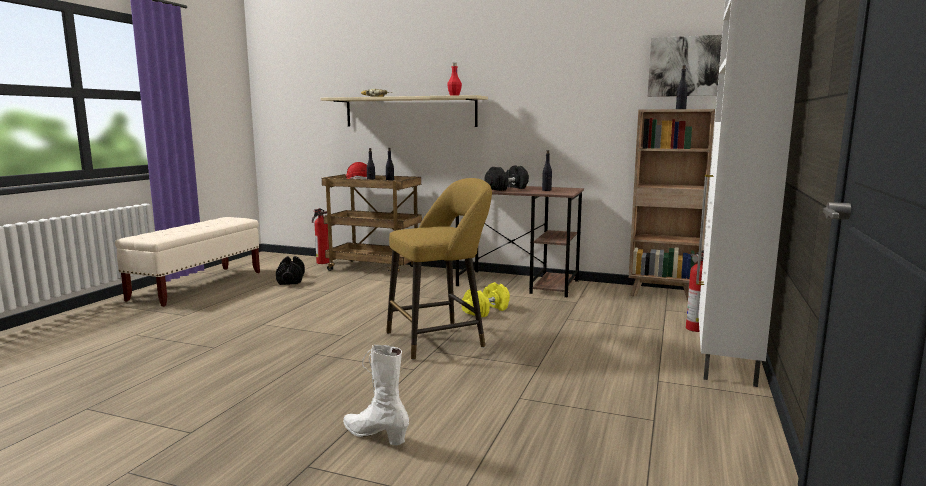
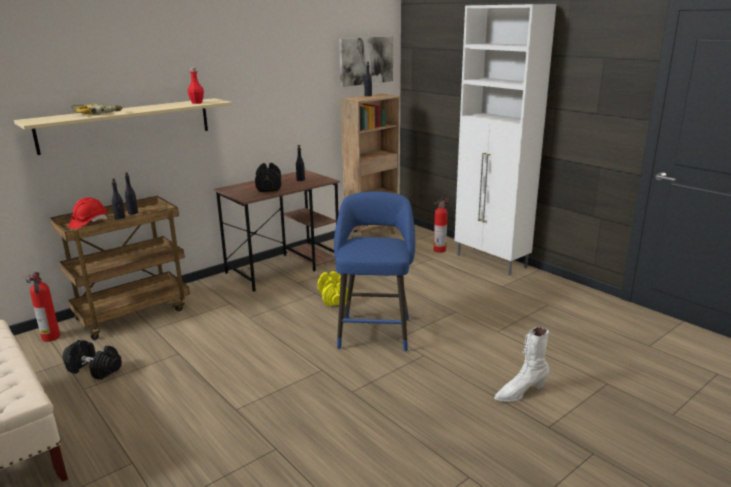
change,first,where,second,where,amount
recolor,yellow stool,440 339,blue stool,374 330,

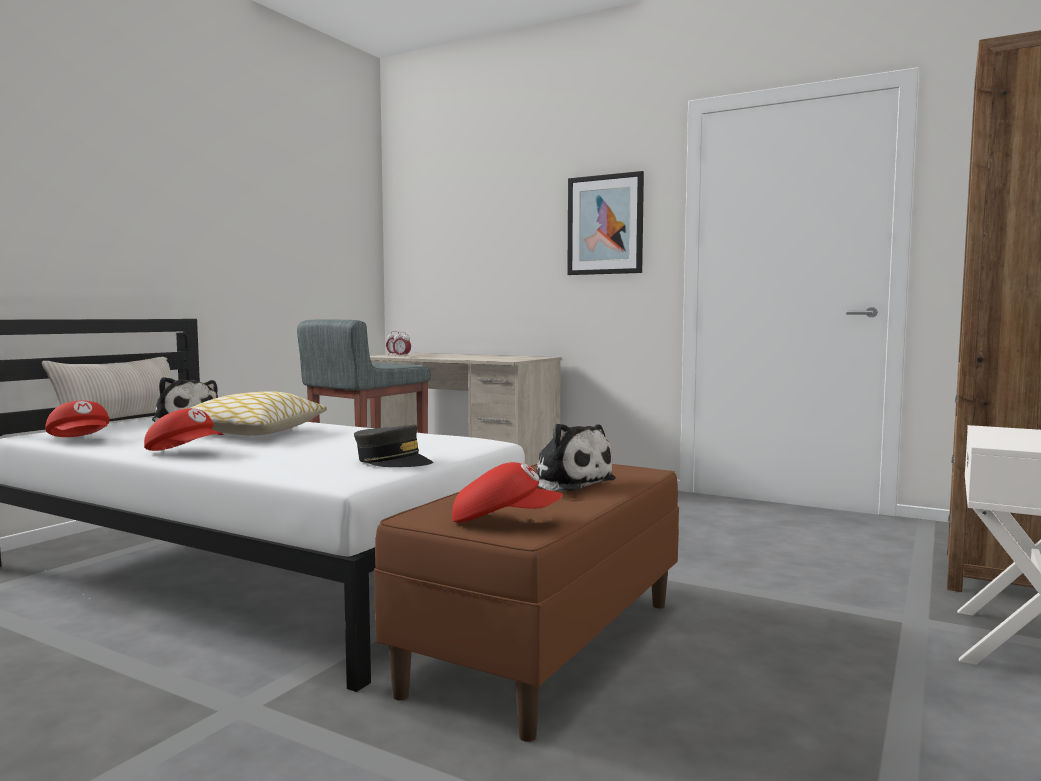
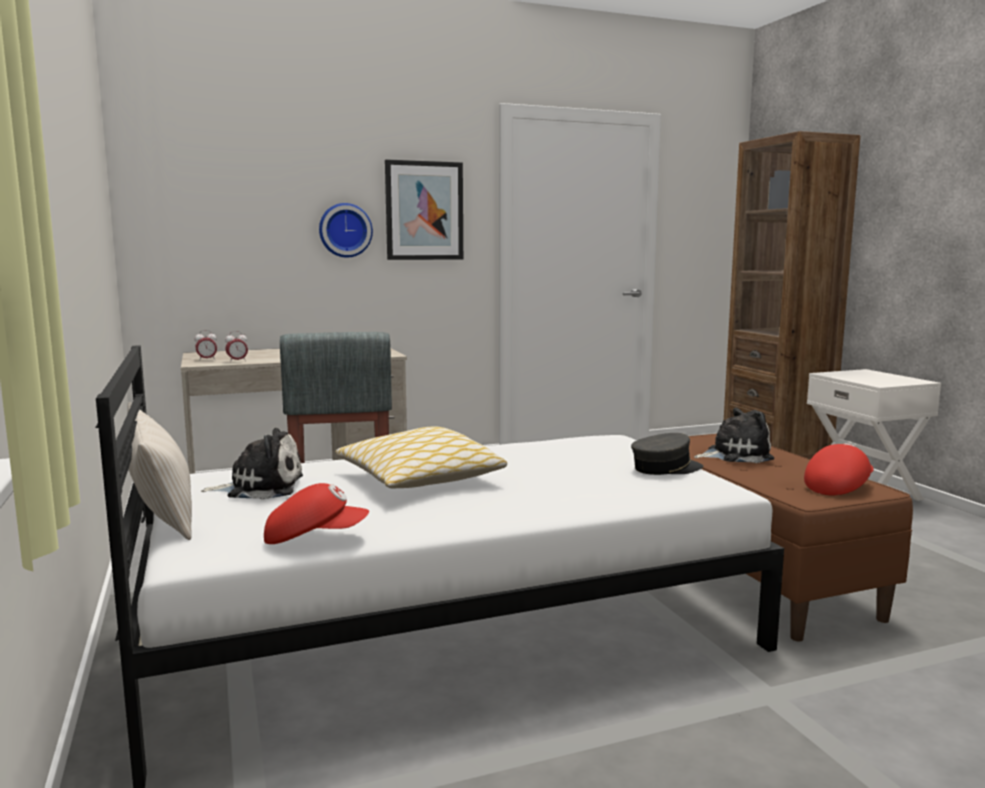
change,first,where,second,where,amount
insert,,,wall clock,345 230,
delete,red cap,185 452,,,

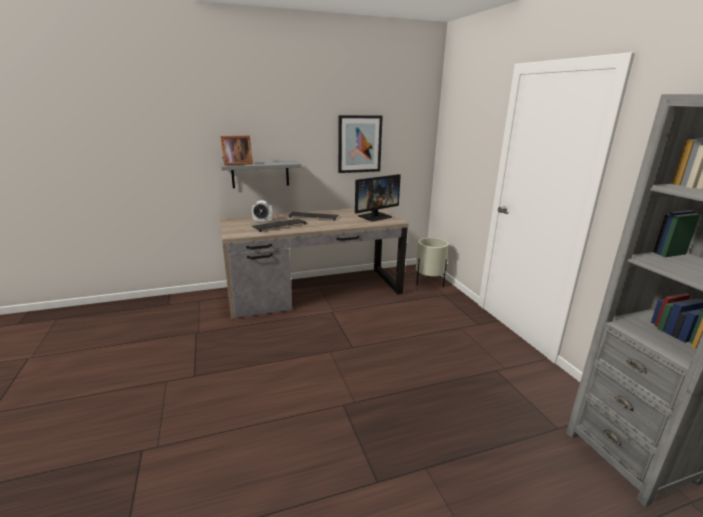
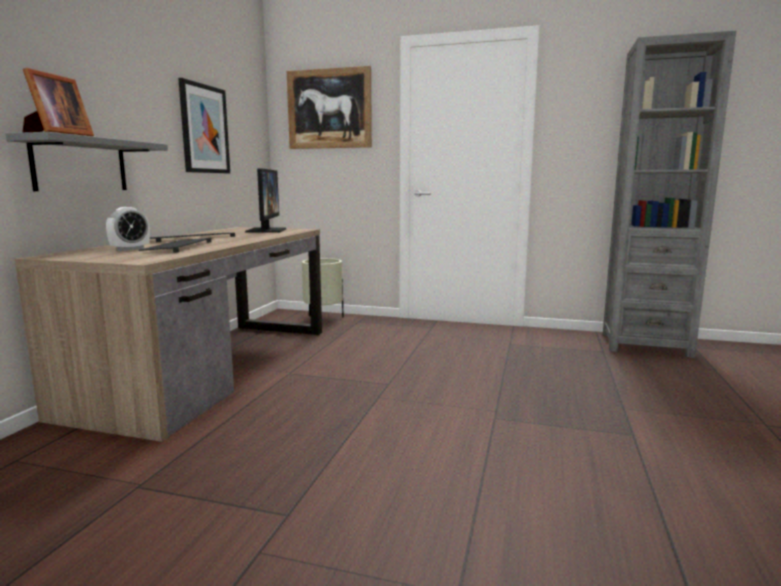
change,first,where,second,where,amount
insert,,,picture,329 109,

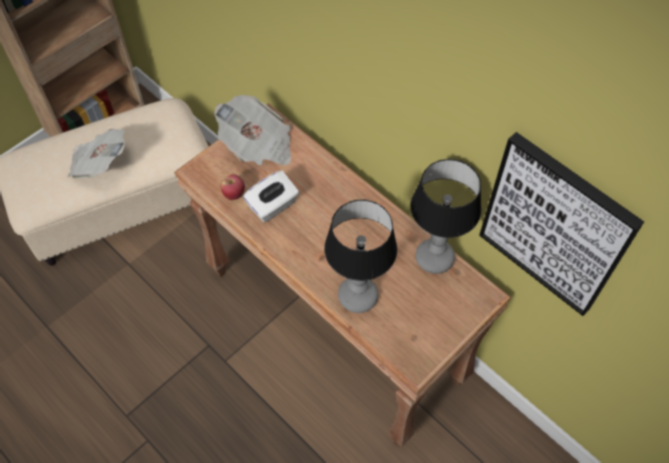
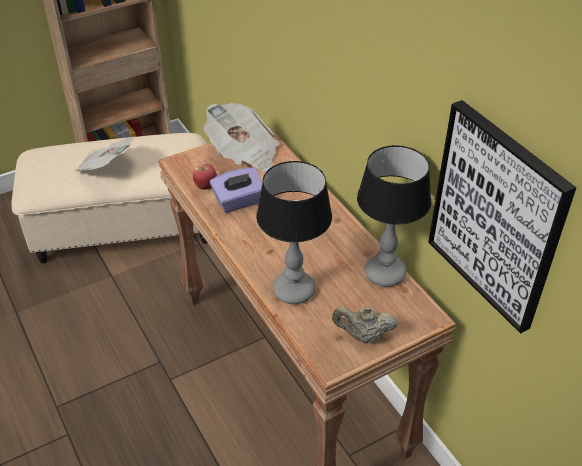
change,first,where,second,where,amount
recolor,white tissue box,273 206,purple tissue box,238 201,
insert,,,beige teapot,363 336,

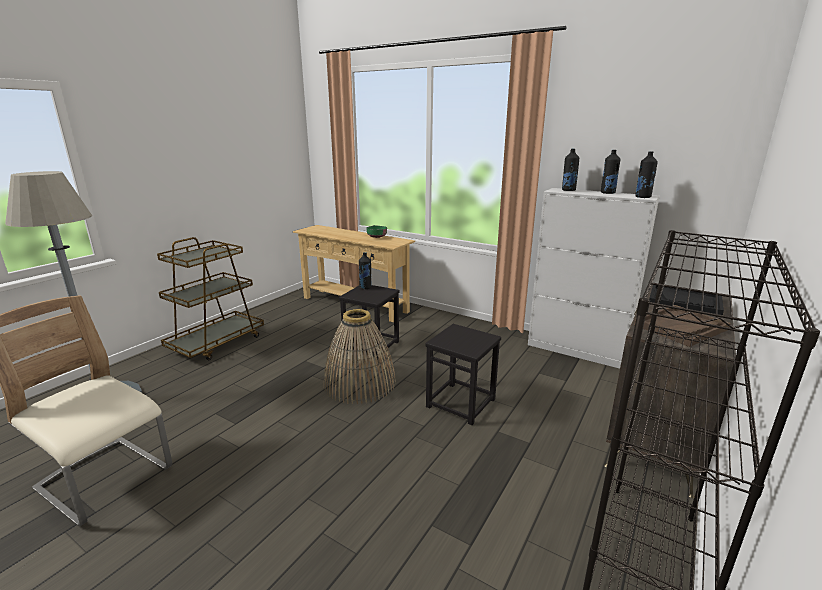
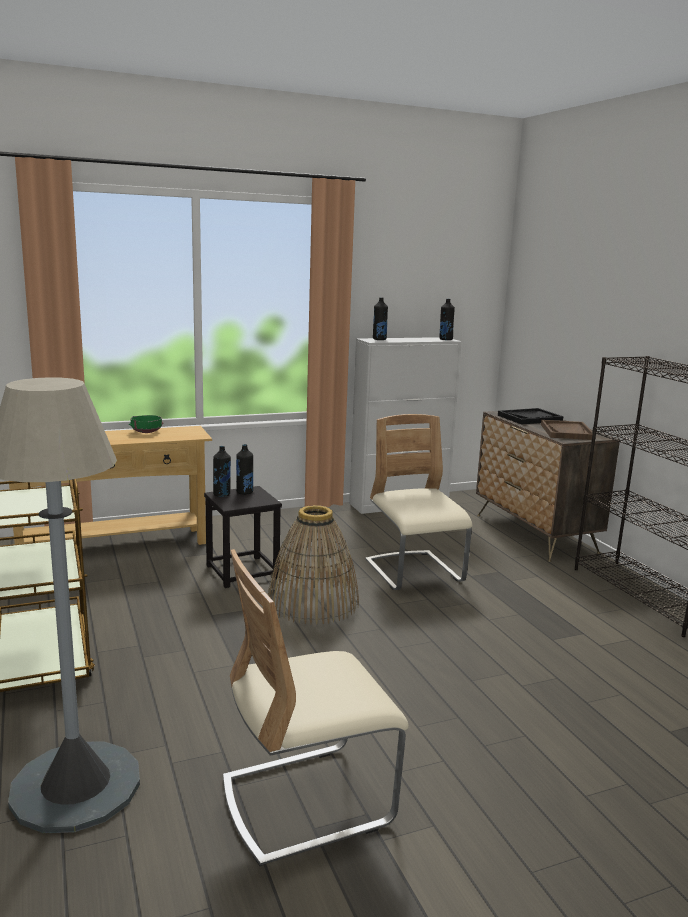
change,first,where,second,where,amount
move,black bottle,607 193,,244 492,
replace,black stool,461 403,beige chair,414 573,

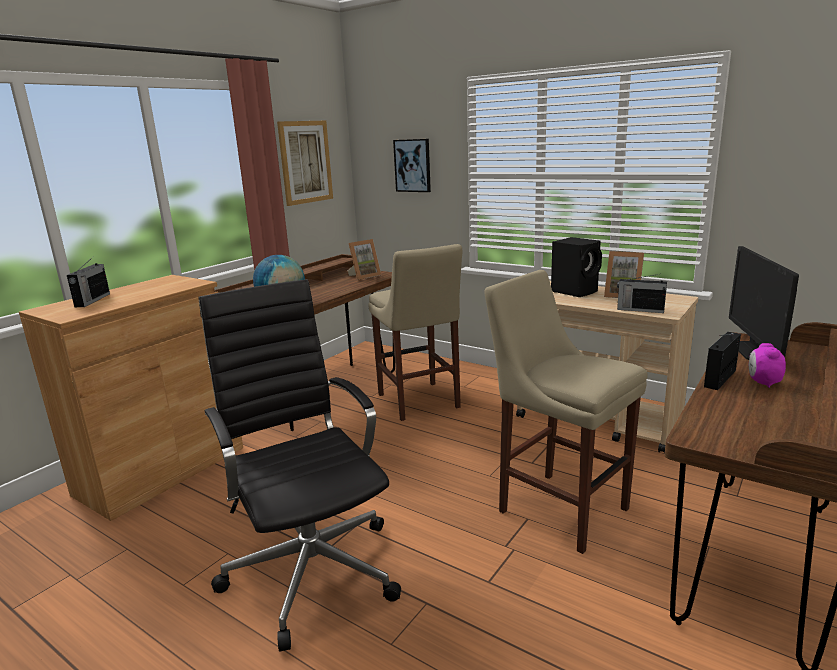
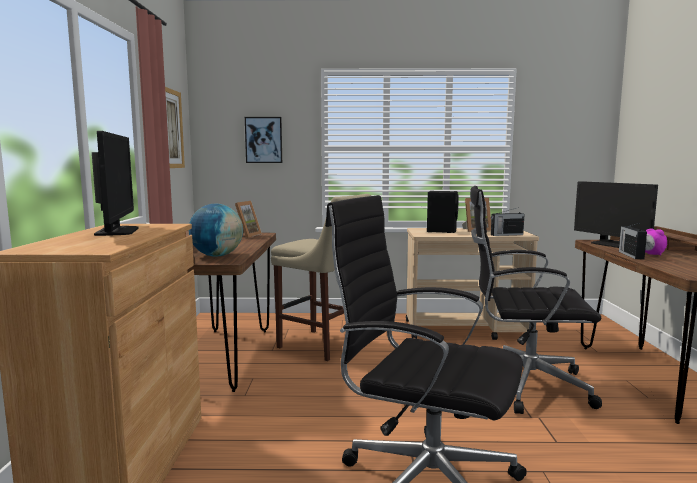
change,first,where,second,where,amount
insert,,,monitor,117 231,
replace,beige stool,558 507,black office chair,523 384,
delete,radio,92 300,,,

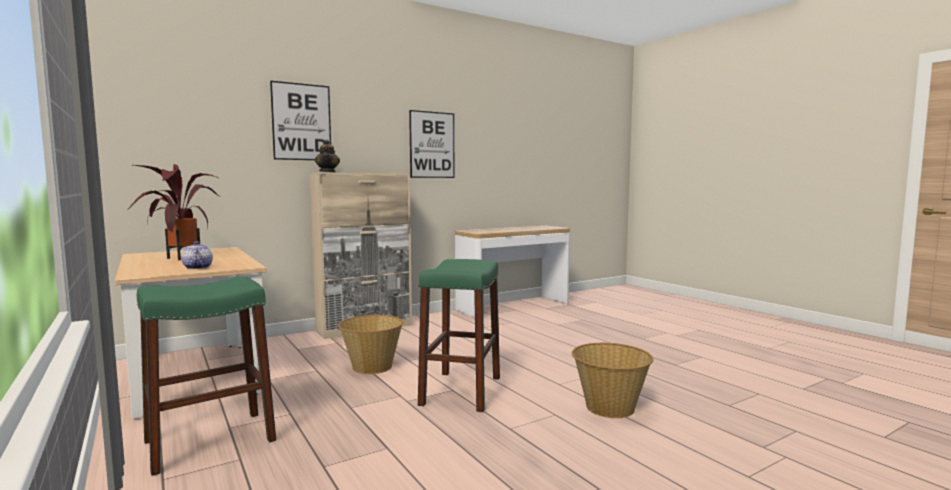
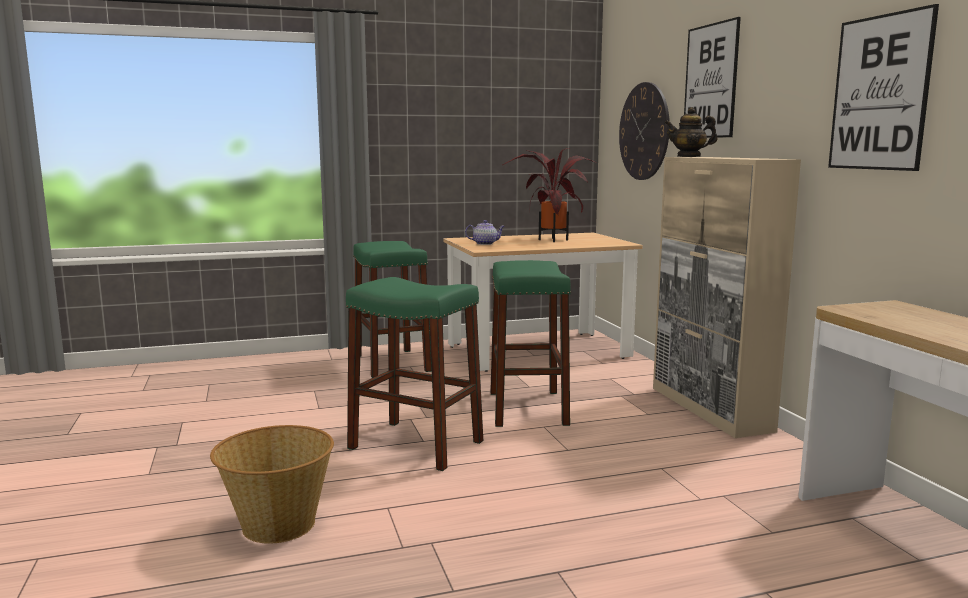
change,first,where,second,where,amount
replace,basket,372 367,green stool,527 408,
insert,,,wall clock,644 131,

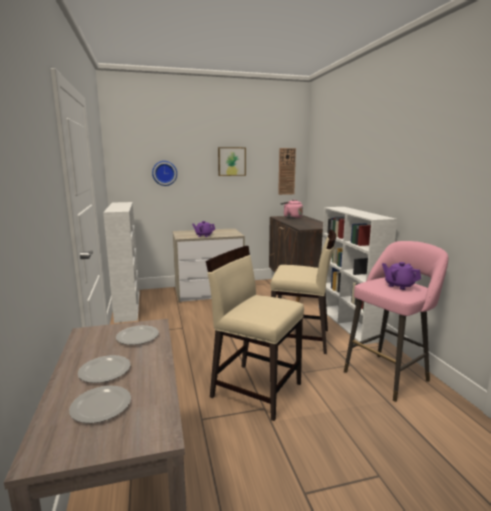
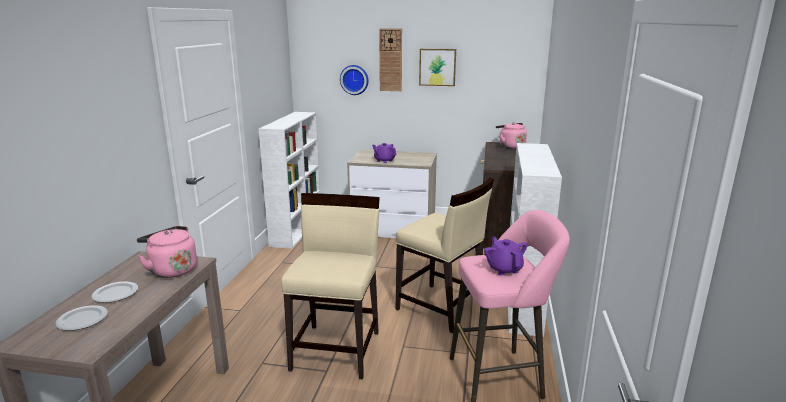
change,first,where,second,where,amount
replace,plate,137 336,pink kettle,171 270,
rotate,beige chair,256 389,,337 350,45 degrees clockwise
move,wall clock,286 171,,390 60,

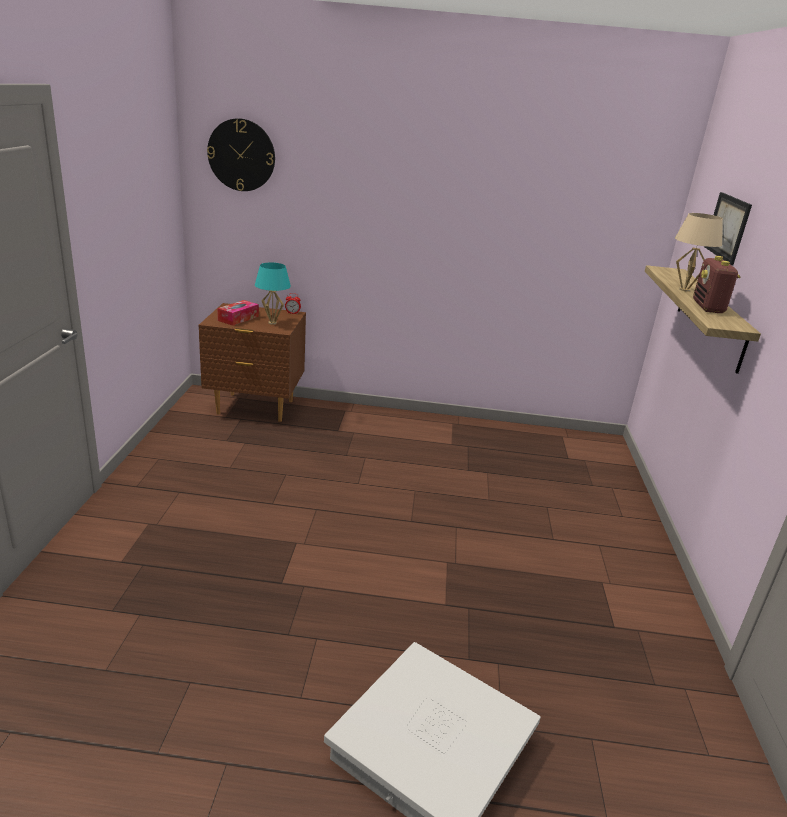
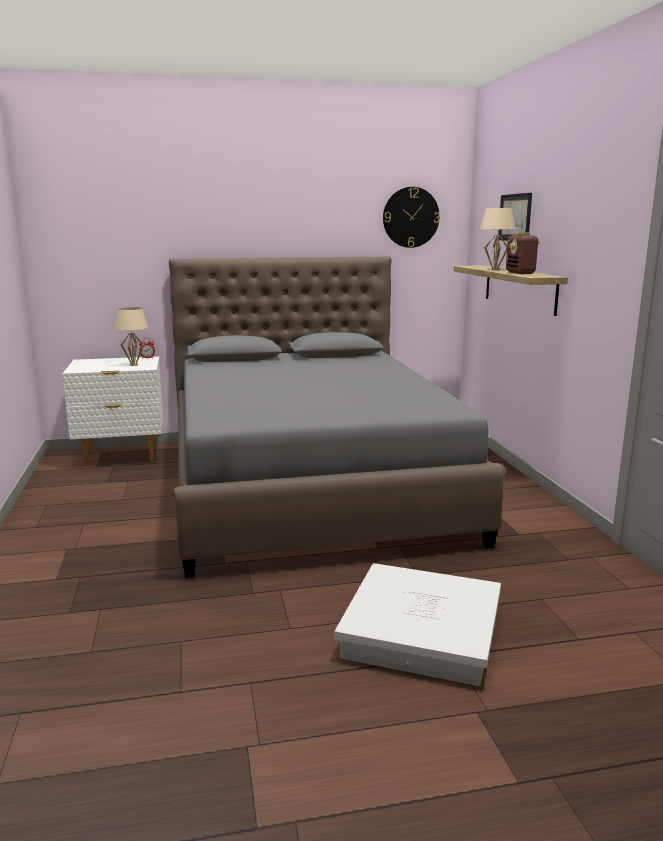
change,first,where,second,where,amount
recolor,brown nightstand,255 408,white nightstand,122 456,
recolor,turquoise table lamp,272 323,beige table lamp,133 365,
insert,,,grey bed,310 485,
move,wall clock,241 155,,411 217,
delete,tissue box,238 318,,,

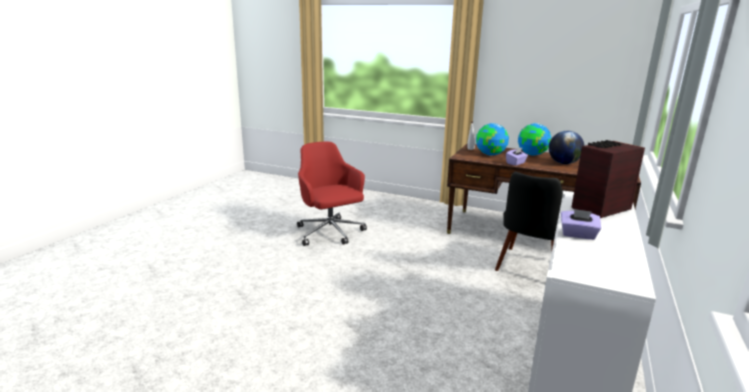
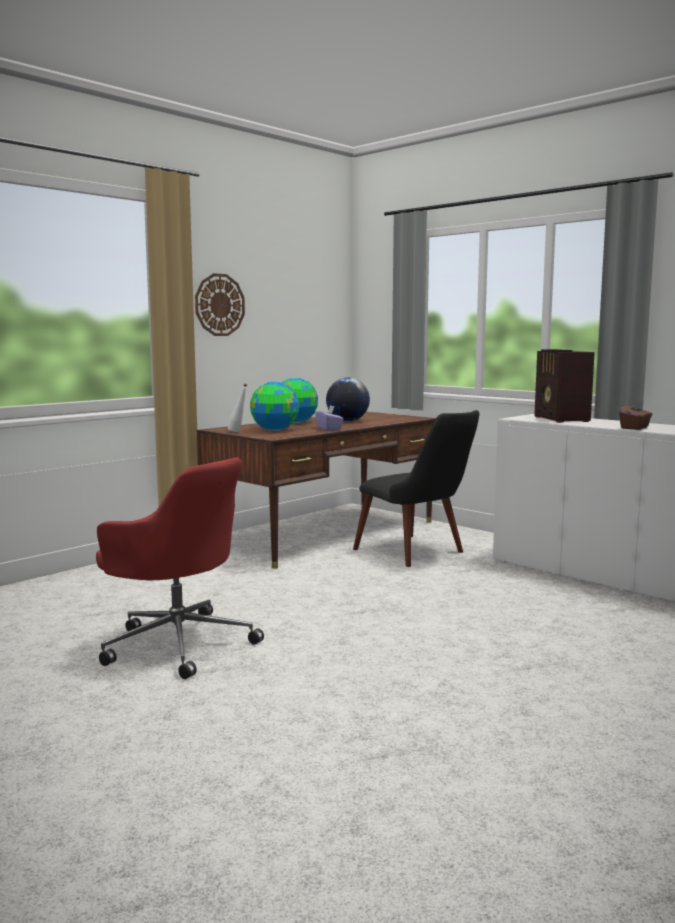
change,first,where,second,where,amount
rotate,red office chair,330 233,,178 643,135 degrees counterclockwise
insert,,,wall clock,219 305,
recolor,purple tissue box,578 235,brown tissue box,635 428,

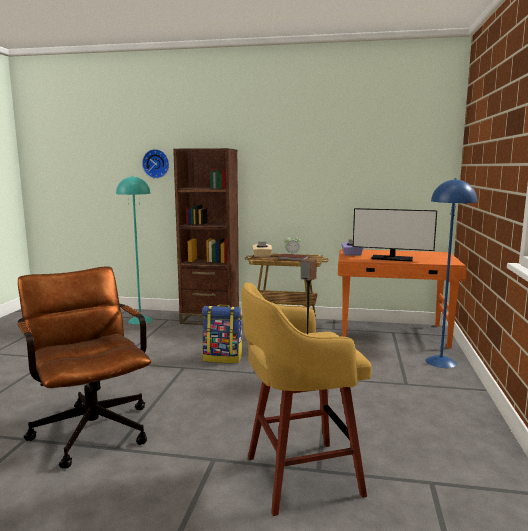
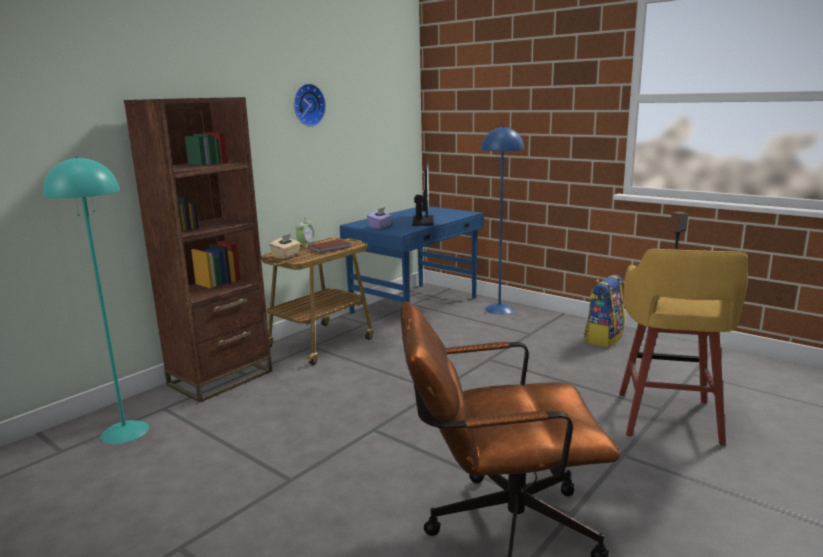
change,first,where,second,where,amount
move,wall clock,156 163,,307 105,
recolor,orange desk,393 334,blue desk,416 305,
rotate,monitor,392 258,,423 221,45 degrees counterclockwise
move,backpack,223 358,,603 338,

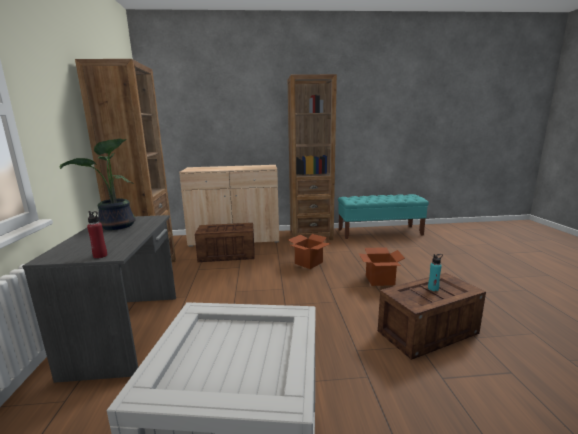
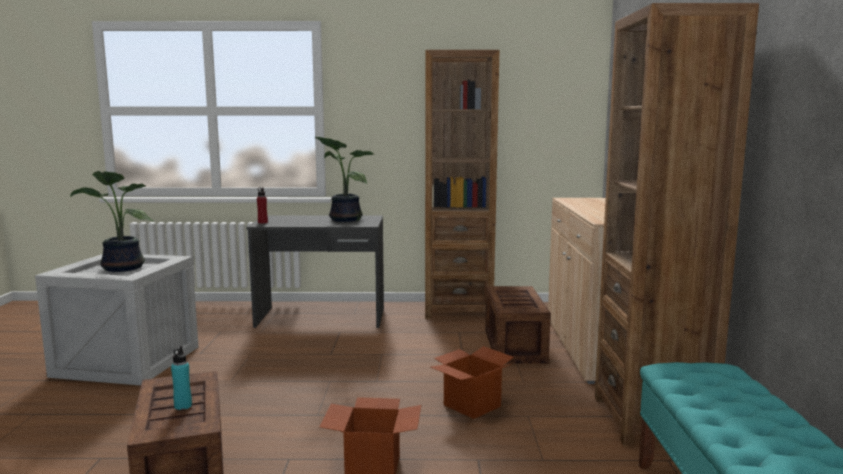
change,first,where,second,where,amount
insert,,,potted plant,120 268,

